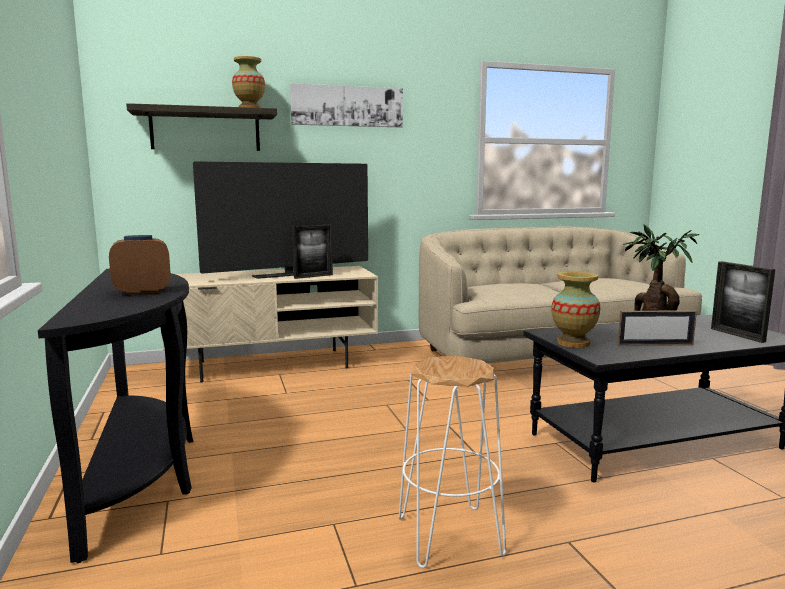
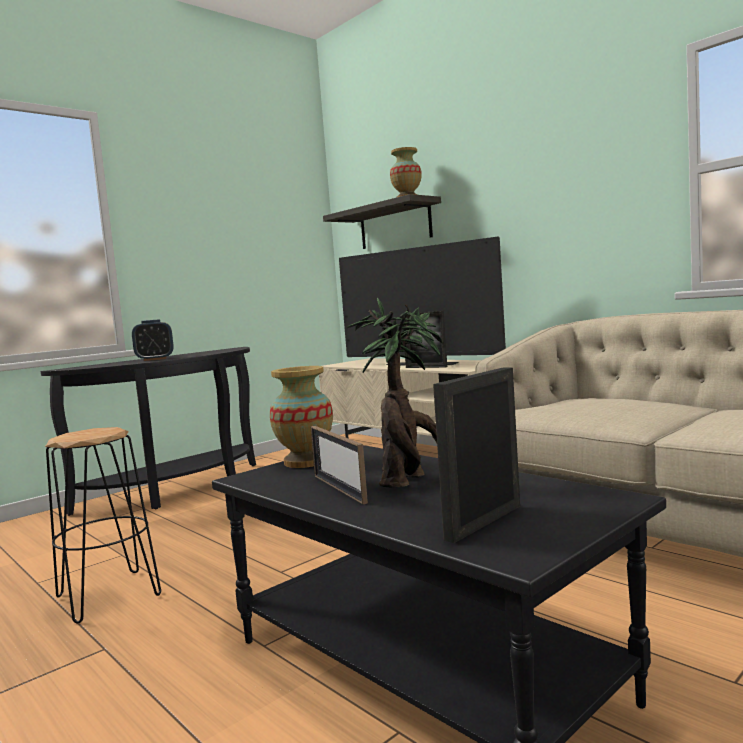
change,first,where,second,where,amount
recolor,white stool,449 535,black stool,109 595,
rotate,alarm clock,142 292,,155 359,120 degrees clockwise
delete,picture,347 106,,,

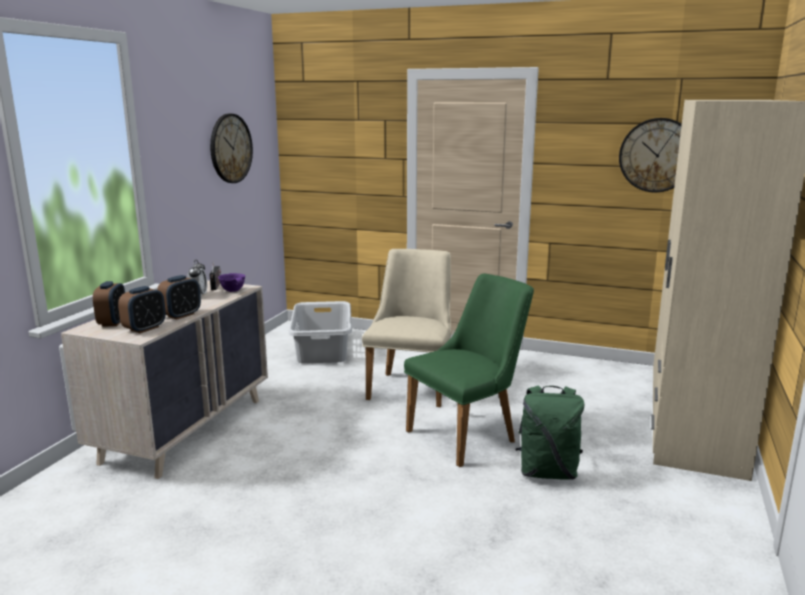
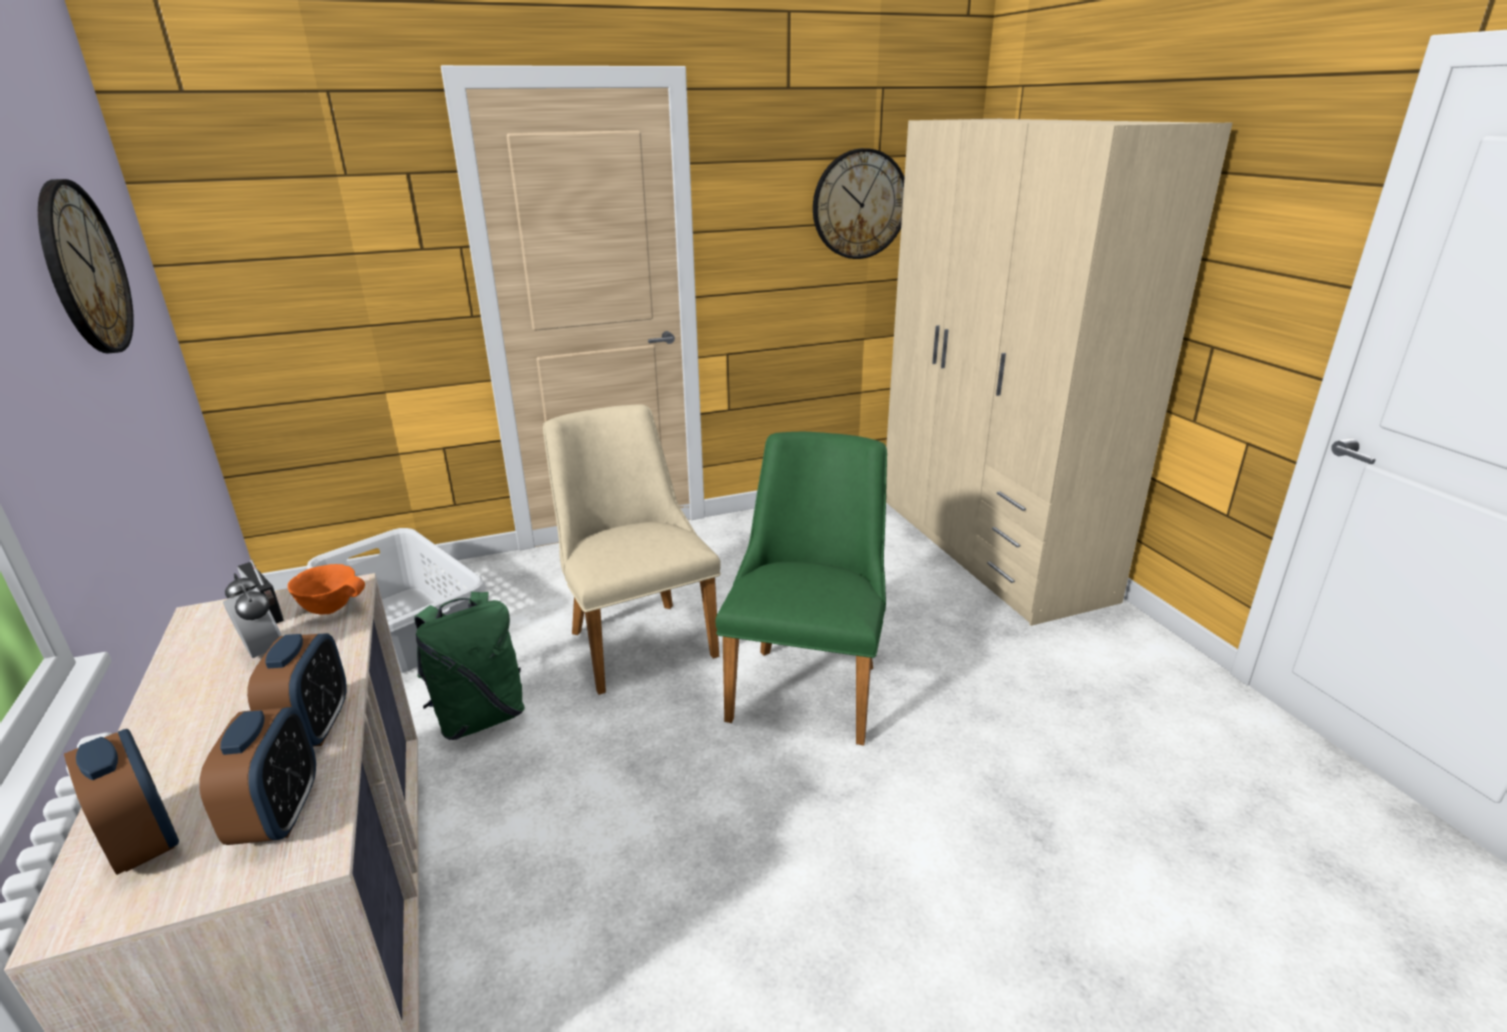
change,first,where,second,where,amount
recolor,purple bowl,234 291,orange bowl,332 608,
move,green backpack,547 472,,480 717,

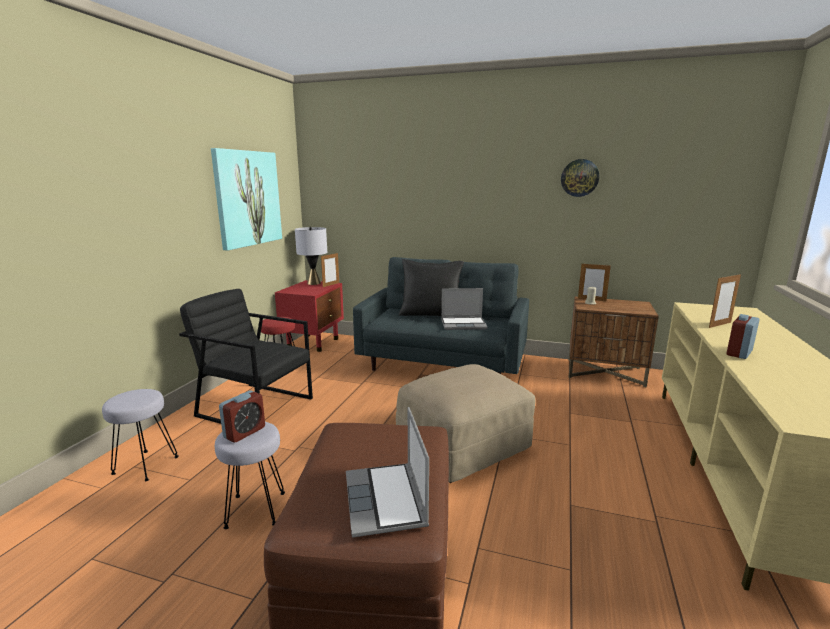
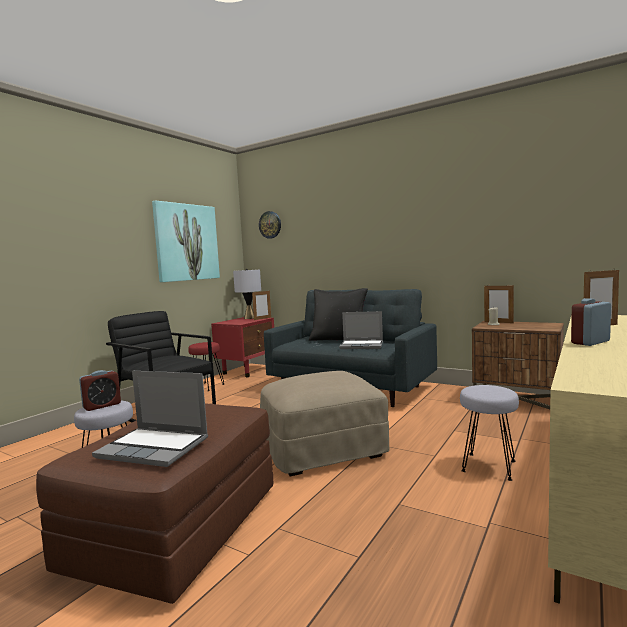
change,first,where,second,where,amount
rotate,laptop,386 501,,155 448,75 degrees counterclockwise
move,wall clock,579 178,,270 225,
move,grey stool,145 466,,488 467,

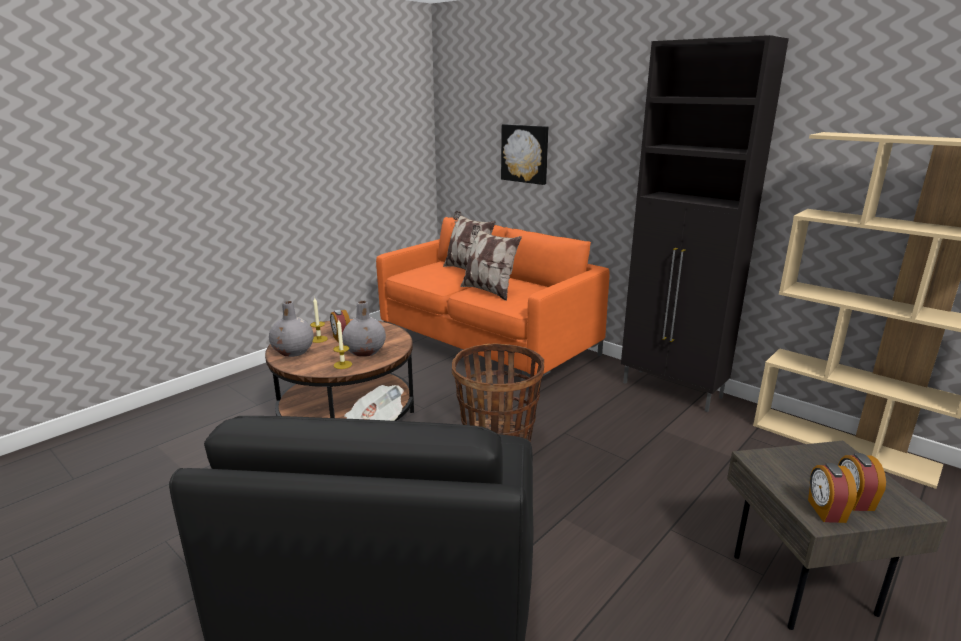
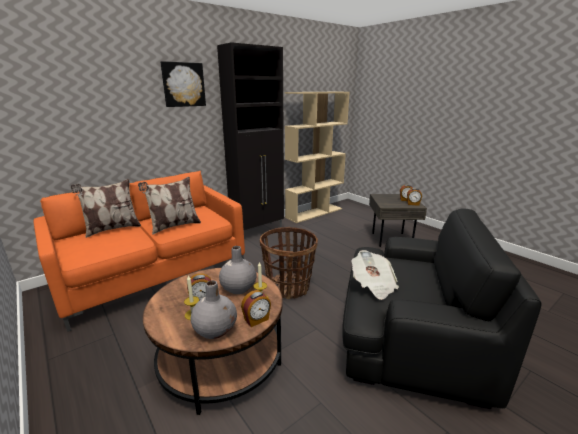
change,first,where,second,where,amount
move,picture,525 153,,183 84,
insert,,,alarm clock,257 320,

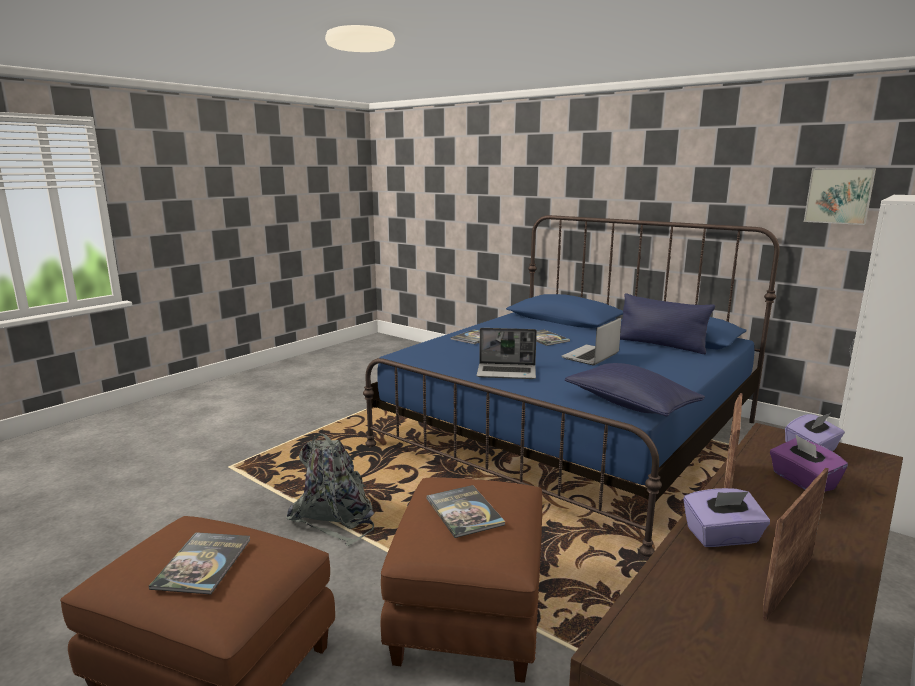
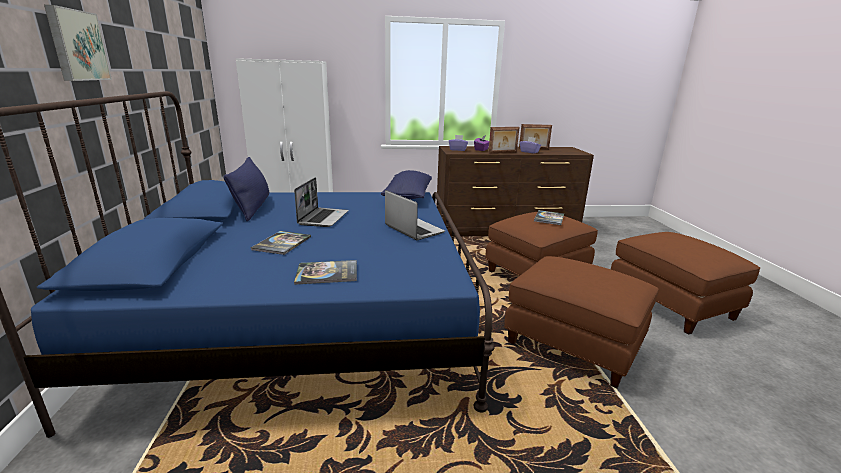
change,first,where,second,where,amount
move,picture,839 195,,76 45,
rotate,laptop,591 356,,323 218,75 degrees counterclockwise
replace,grey backpack,336 517,brown ottoman,574 344,
delete,book,203 563,,,

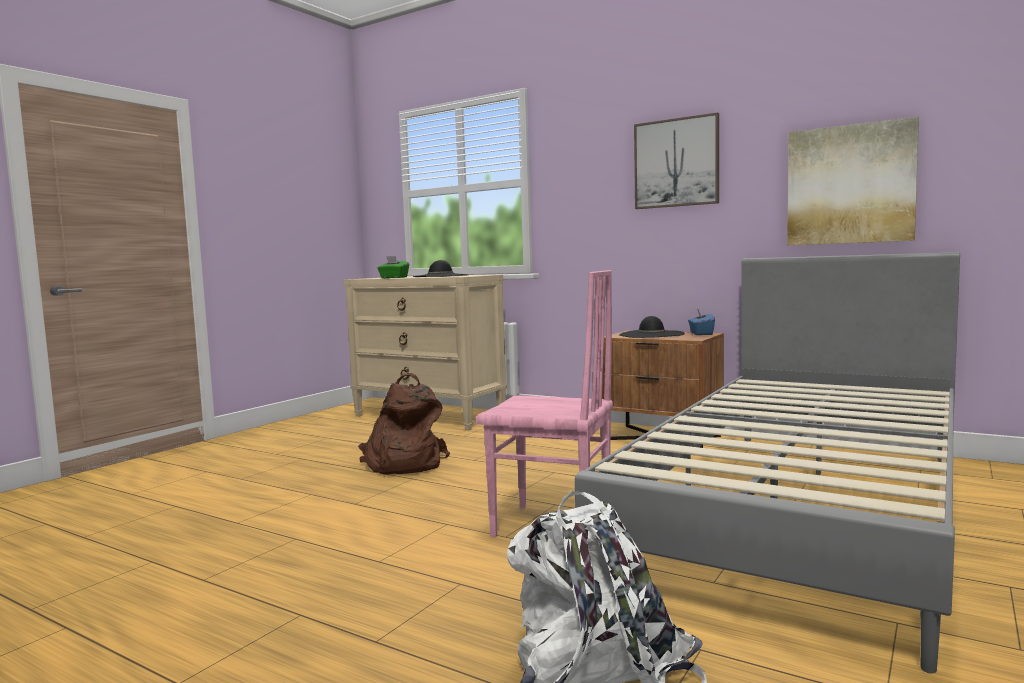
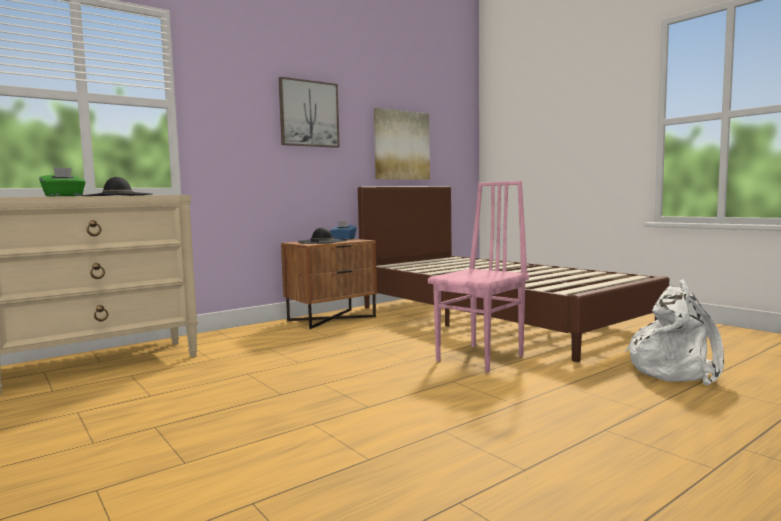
change,first,where,second,where,amount
recolor,grey bed,804 509,brown bed,494 318,
delete,brown backpack,403 464,,,

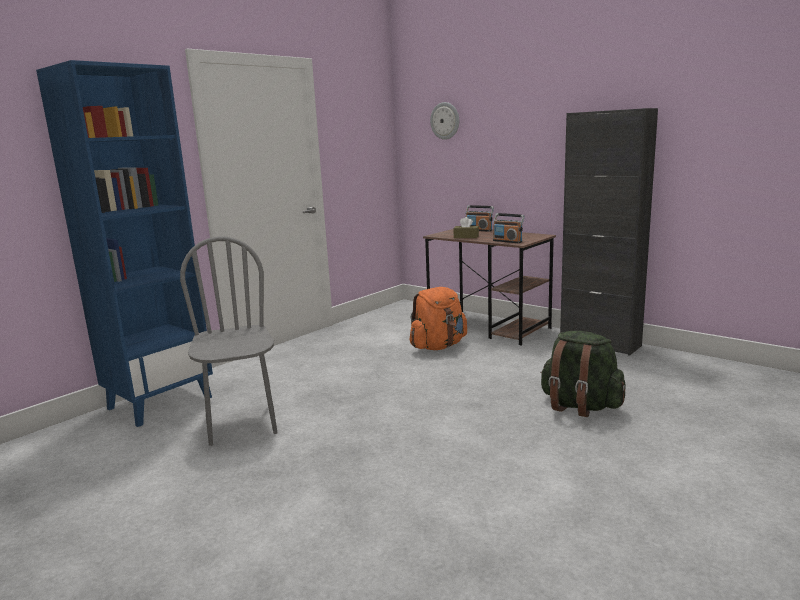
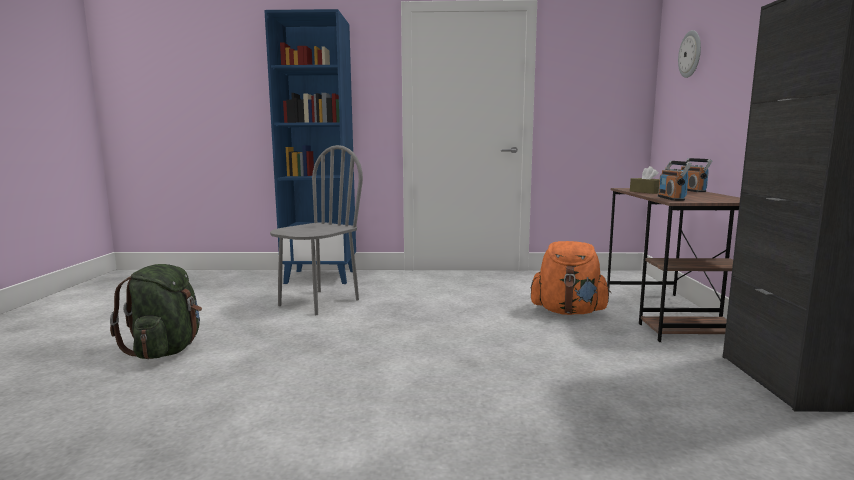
change,first,where,second,where,amount
move,green backpack,579 406,,166 350,

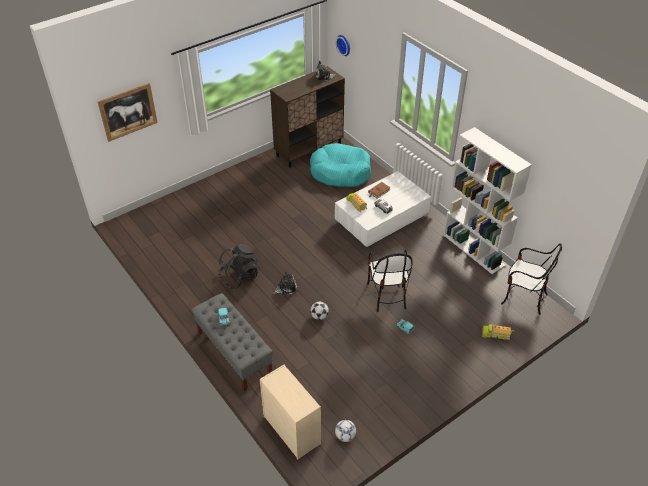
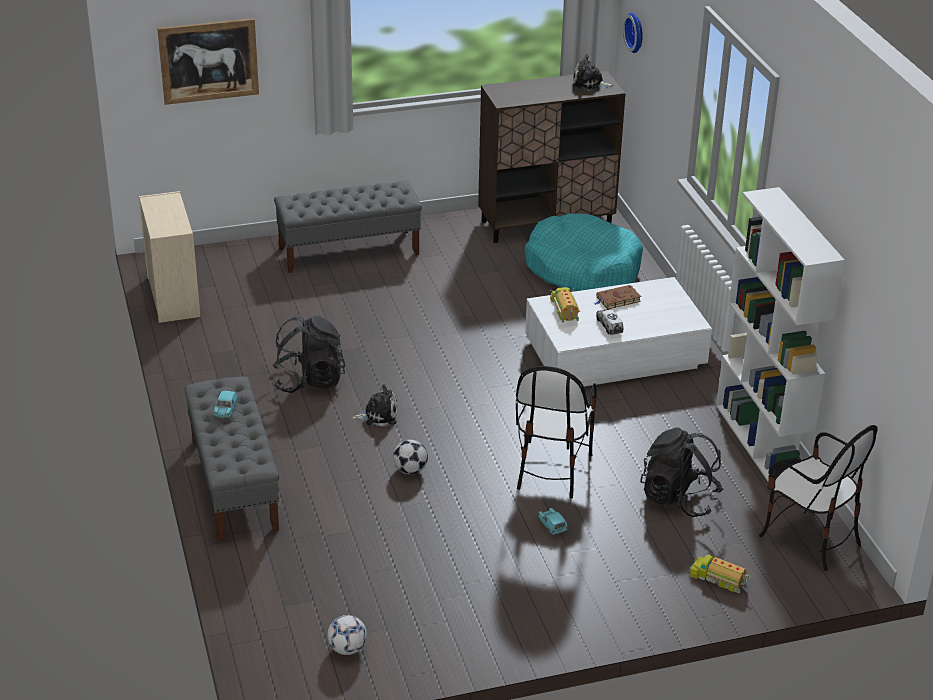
change,first,where,second,where,amount
move,beige dresser,291 429,,173 296,
insert,,,grey bench,349 251,
insert,,,black backpack,679 498,

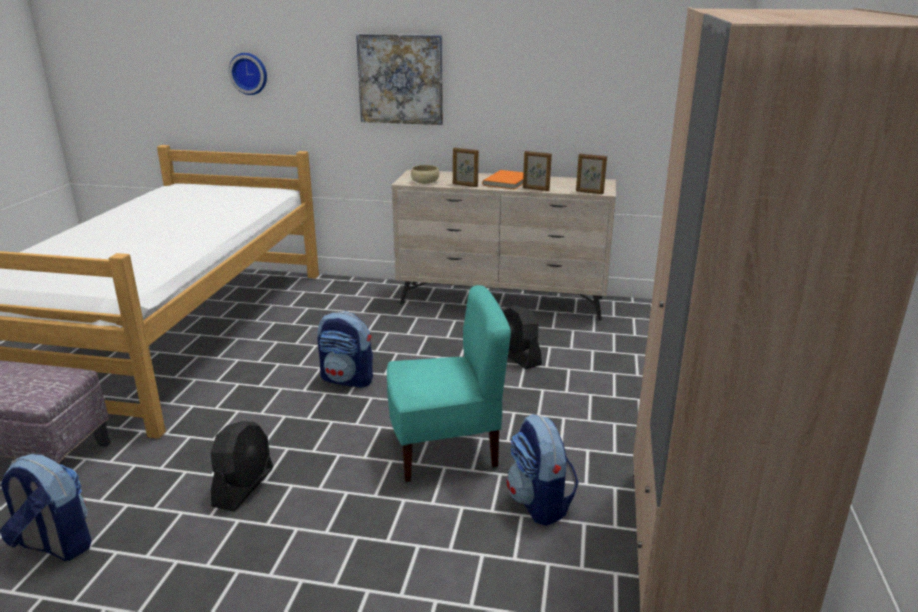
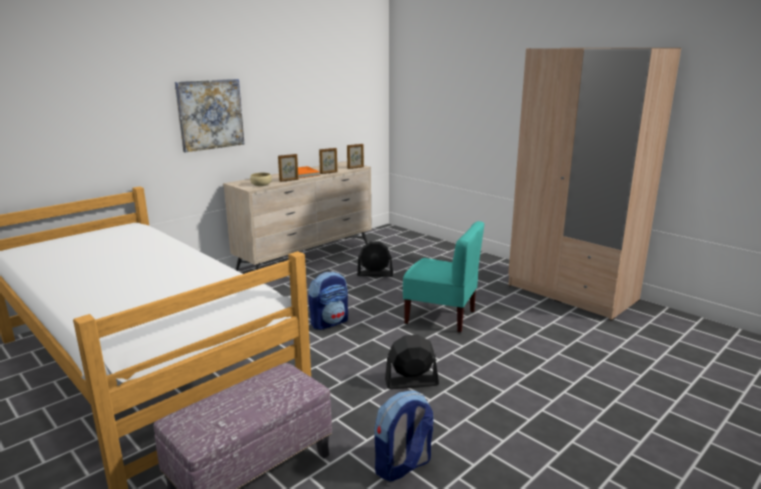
change,first,where,second,where,amount
rotate,black fan,244 487,,411 382,60 degrees counterclockwise
rotate,turquoise chair,445 449,,441 317,90 degrees clockwise
delete,wall clock,249 73,,,
delete,backpack,539 503,,,

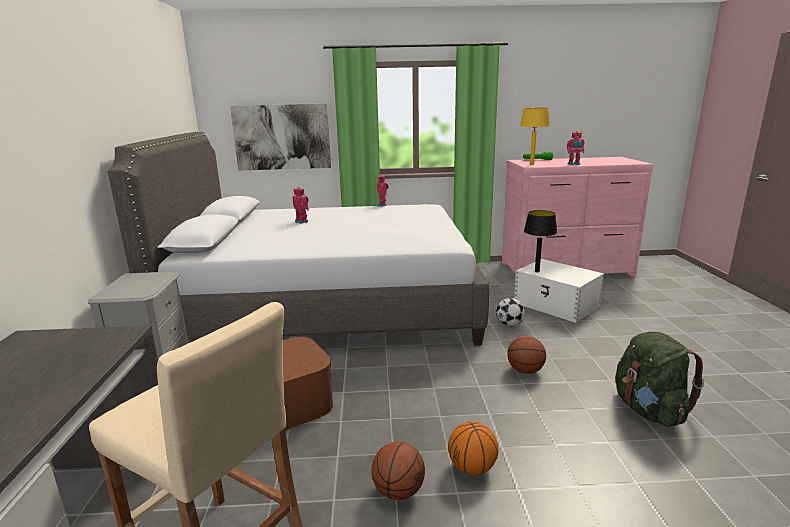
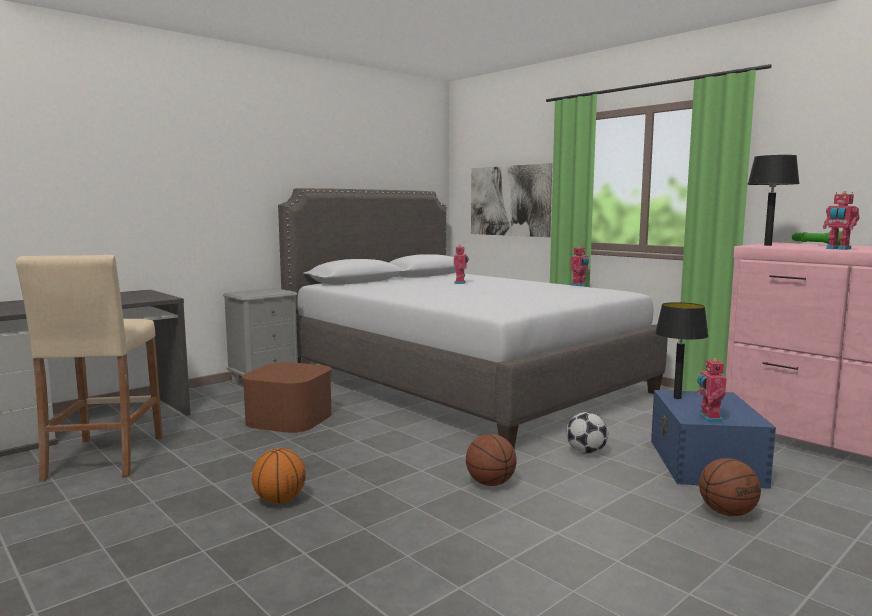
change,first,where,second,where,amount
recolor,white storage box,556 305,blue storage box,705 463,
insert,,,toy robot,709 419,
move,basketball,398 490,,727 512,
recolor,yellow table lamp,532 164,black table lamp,768 245,
delete,green backpack,649 410,,,

